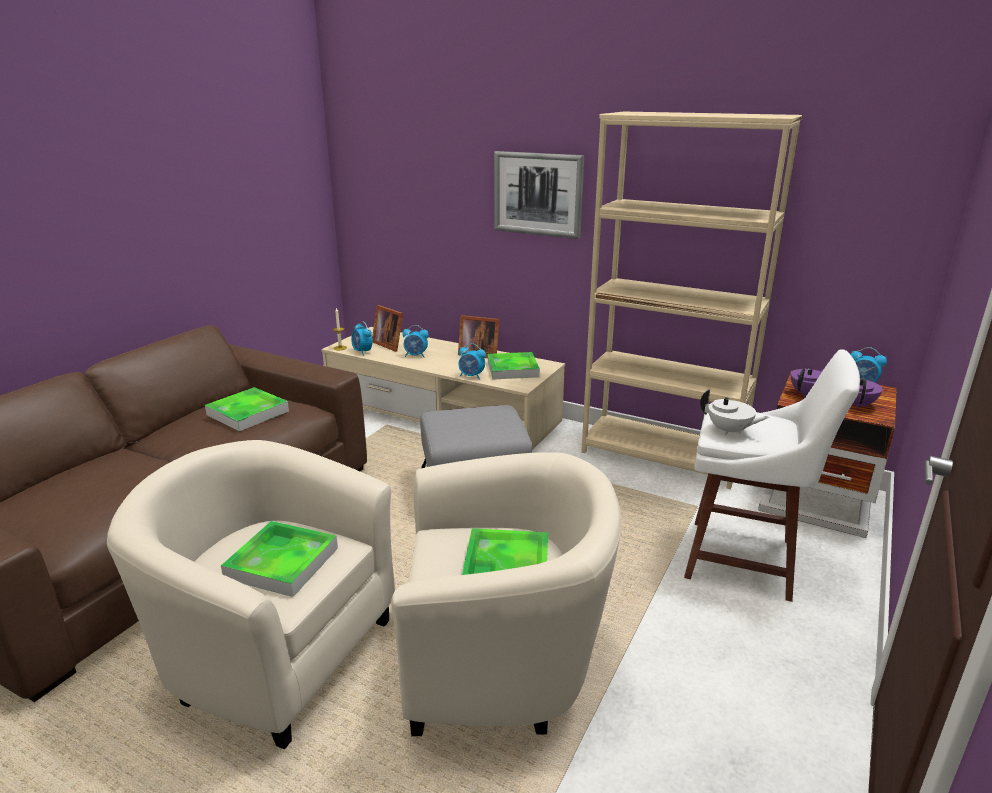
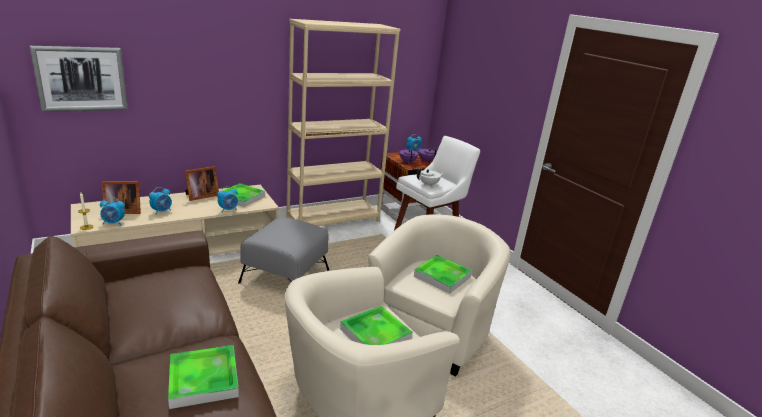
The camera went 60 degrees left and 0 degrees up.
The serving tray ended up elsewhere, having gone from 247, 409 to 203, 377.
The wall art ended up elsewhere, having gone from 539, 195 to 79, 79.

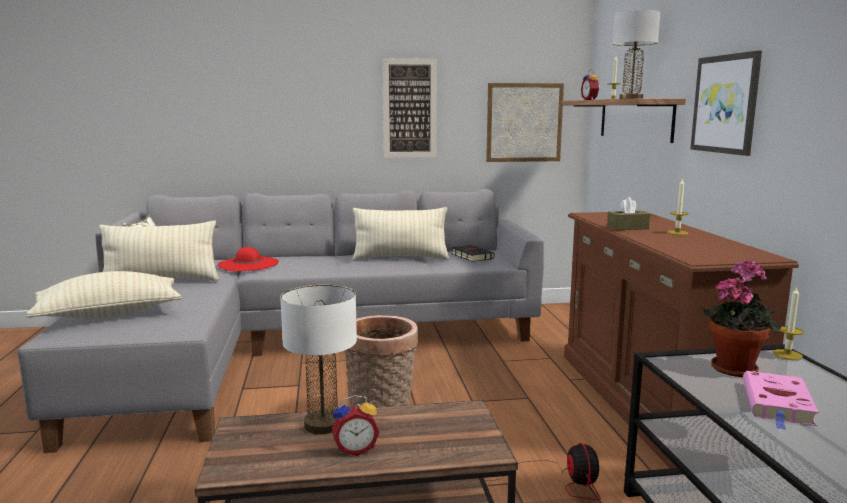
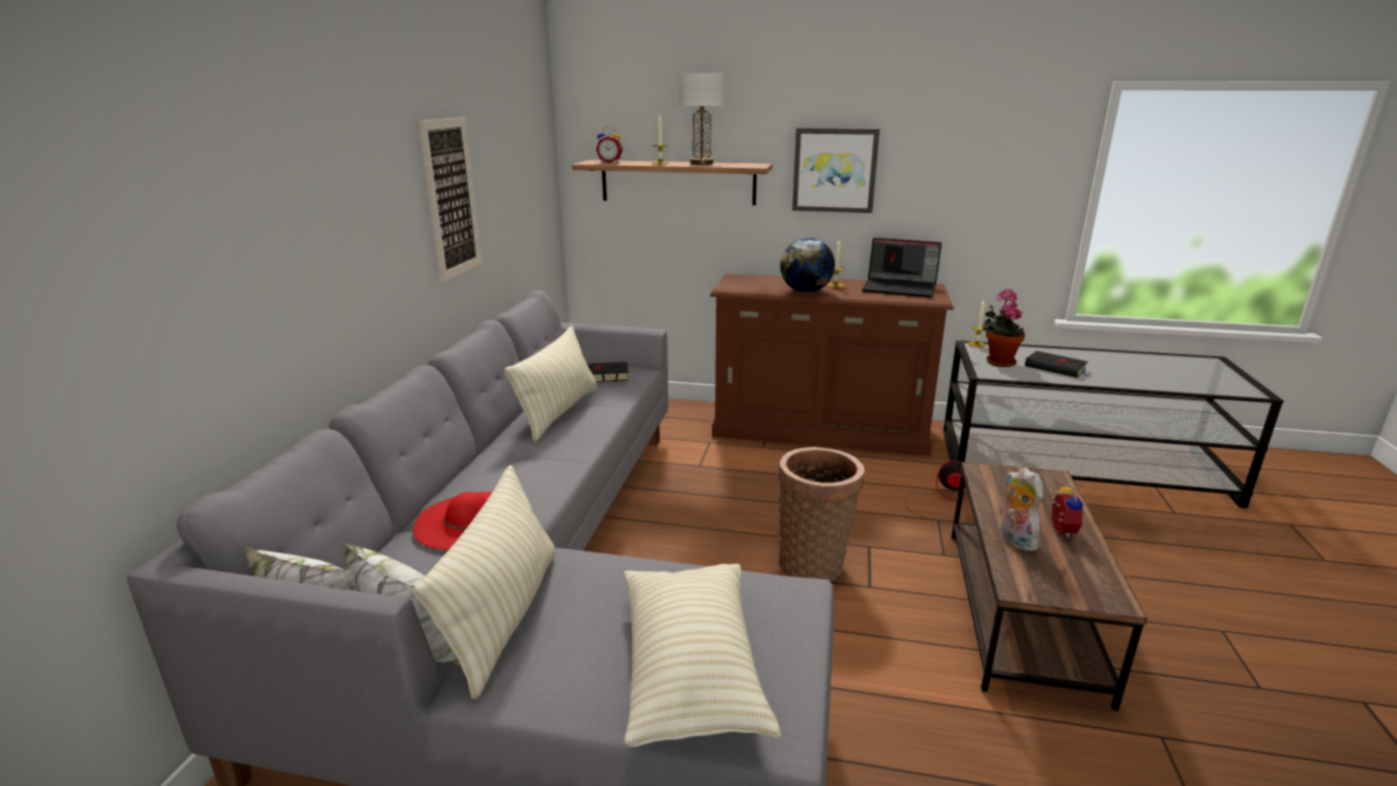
The camera went 70 degrees left and 10 degrees up.
The second view lost the wall art at 525, 121.
The second view gained the notebook computer at 902, 267.
Where the tabletop lamp stood at 318, 359, the cuddly toy came to stand at 1022, 509.
Where the tissue holder (brownish) stood at 628, 213, the globe came to stand at 807, 265.
What was the bound book (pinkish) at 781, 400 turned into the bound book (black) at 1058, 364.

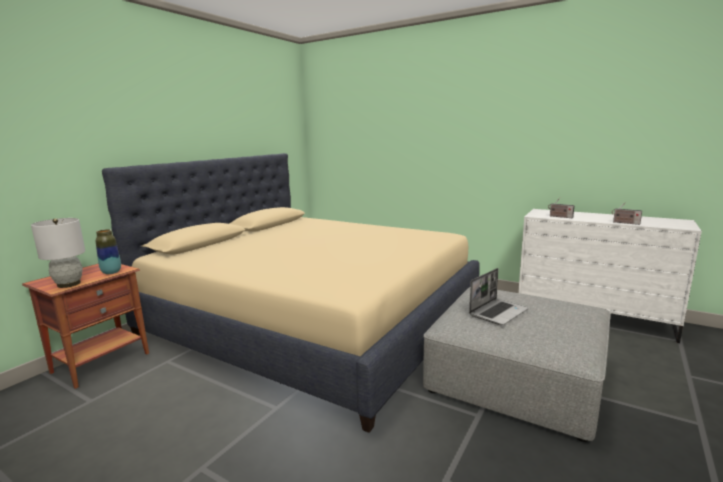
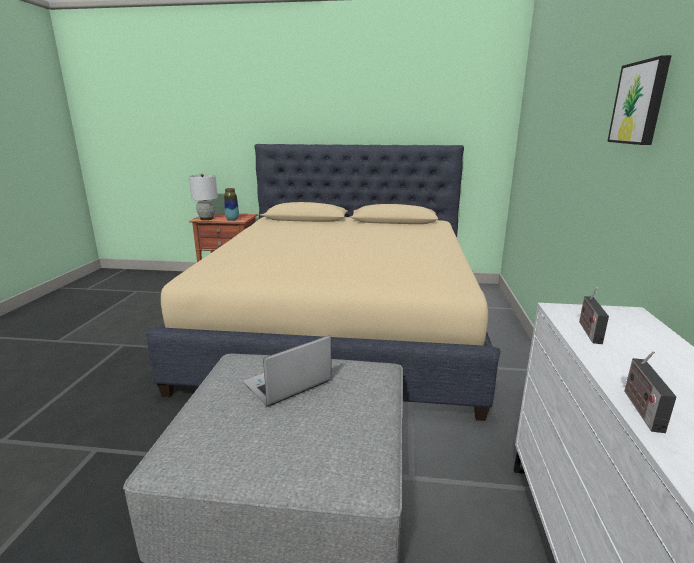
The camera went 65 degrees right and 5 degrees up.
The second view gained the wall art at 639, 100.
The notebook computer at 498, 296 ended up facing another way, 120 degrees clockwise from before.

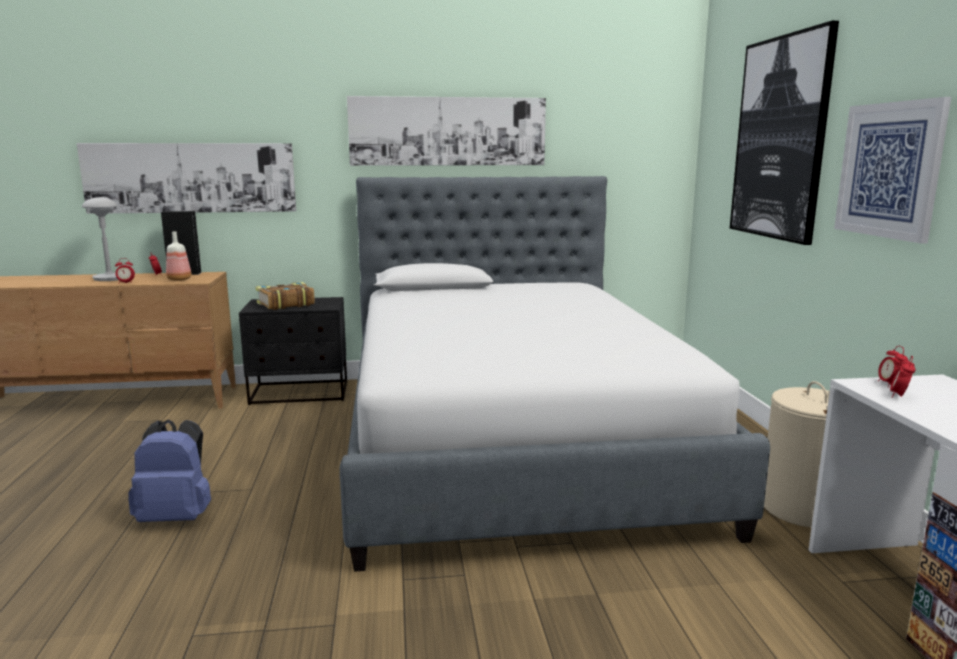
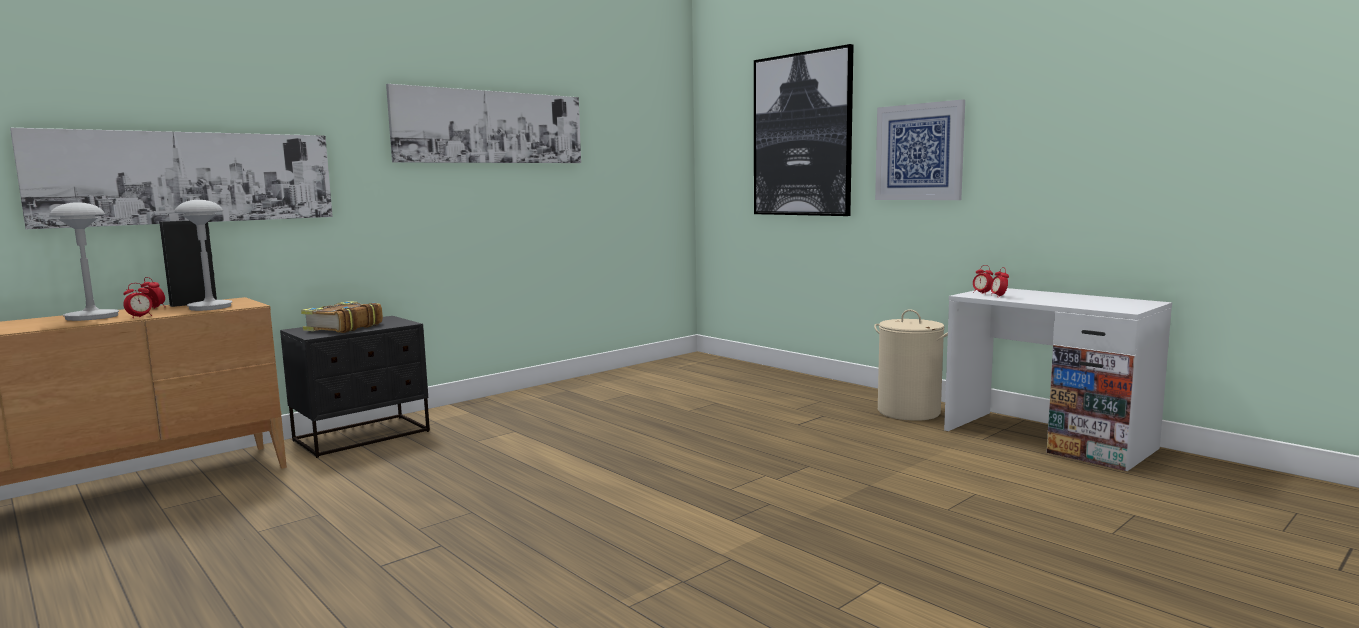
The camera went 35 degrees left and 5 degrees down.
The second view lost the knapsack (blue-coloured) at 169, 471.
The second view lost the sleeping bed at 555, 374.
Where the beverage bottle stood at 179, 256, the tabletop lamp (grey) came to stand at 203, 255.

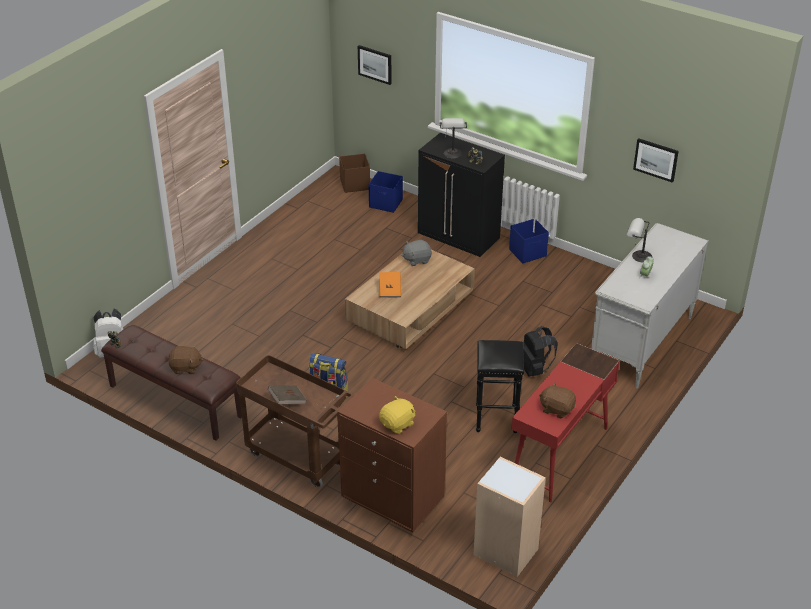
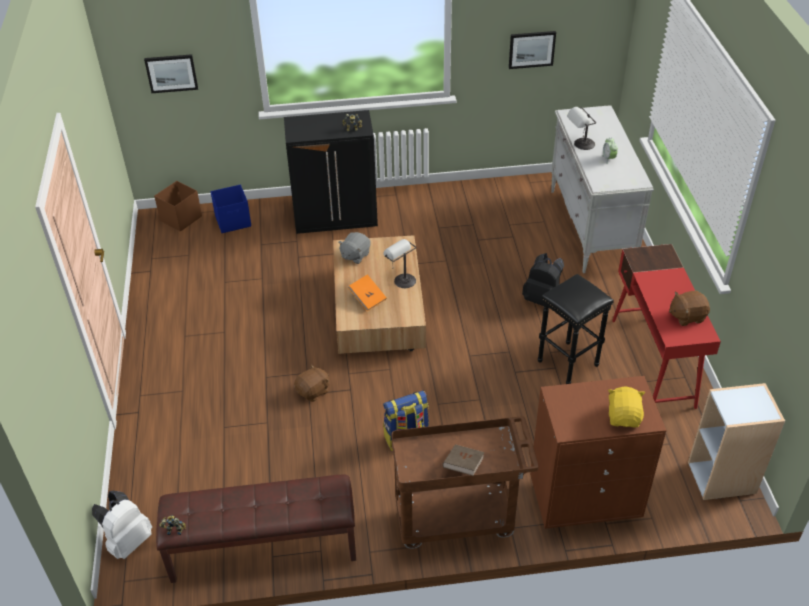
The camera went 40 degrees left and 5 degrees up.
The second view lost the storage box (blue-coloured) at 529, 241.
The cuddly toy (brownish) ended up elsewhere, having gone from 185, 359 to 312, 383.
The tabletop lamp ended up elsewhere, having gone from 453, 138 to 399, 263.

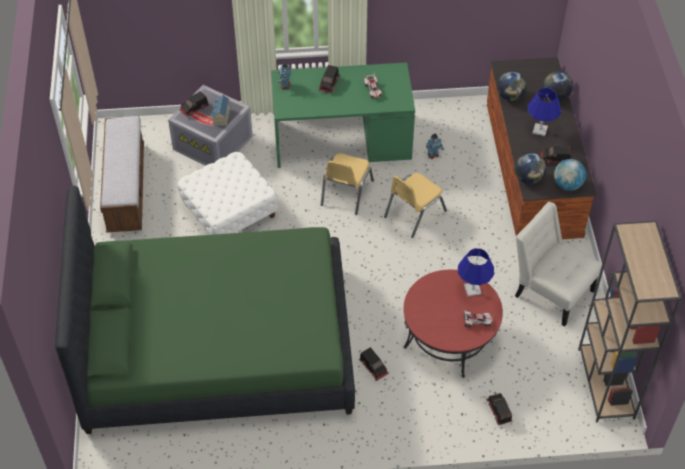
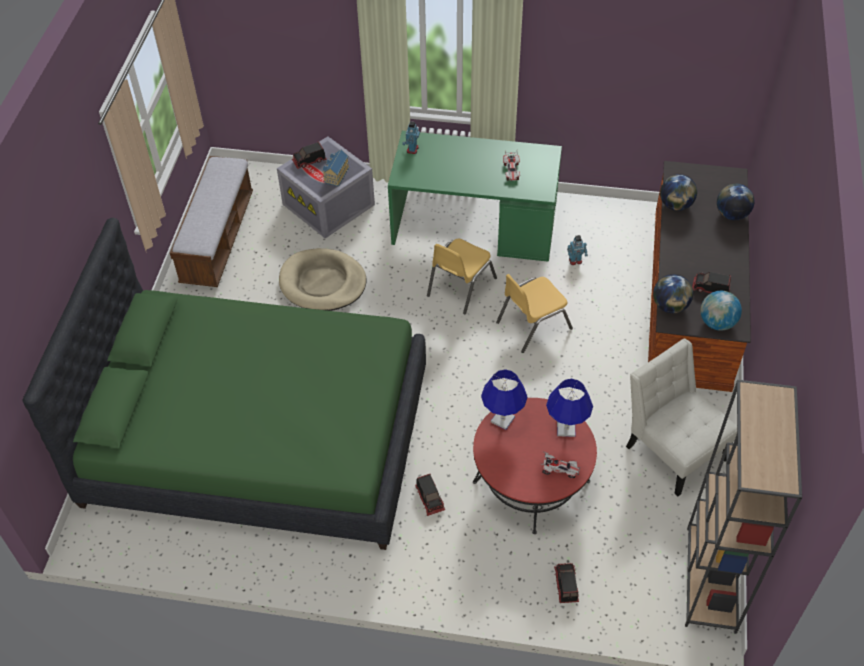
The camera went 15 degrees right and 0 degrees up.
The second view lost the toy truck at 329, 79.
The tabletop lamp (blue-coloured) ended up elsewhere, having gone from 544, 112 to 504, 399.
Where the ottoman (white-coloured) stood at 227, 193, the dog bed (beige) came to stand at 322, 279.

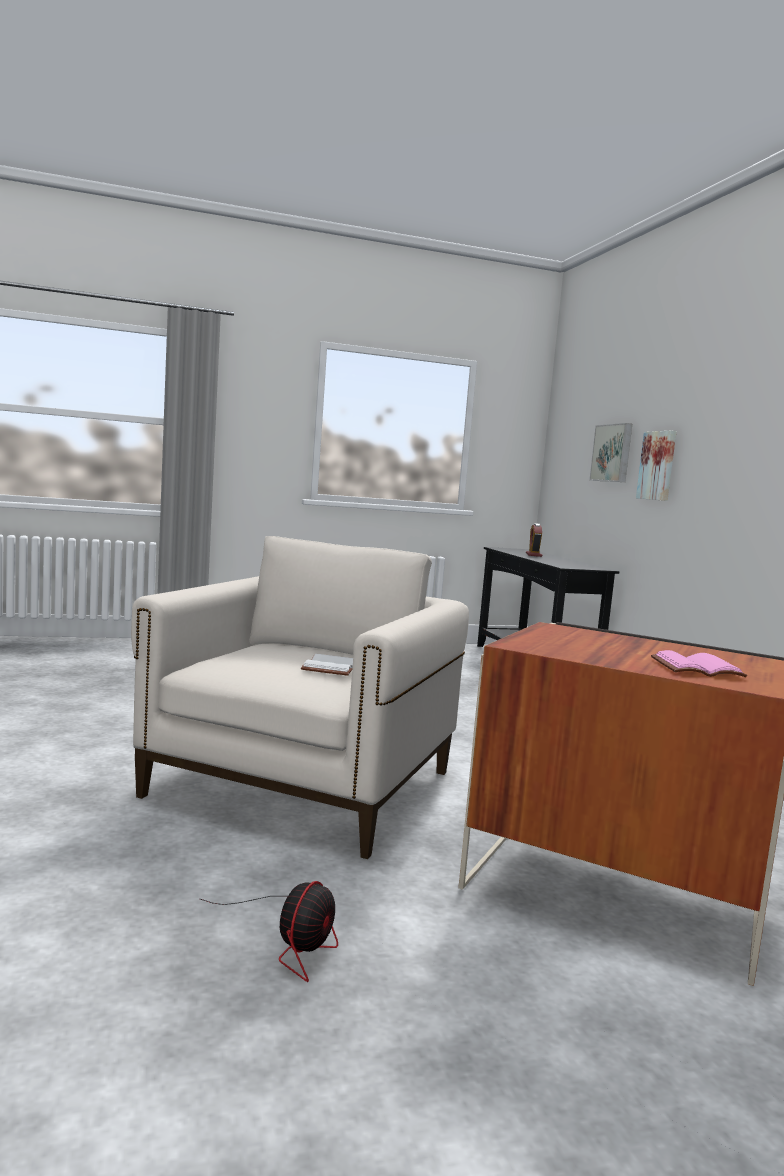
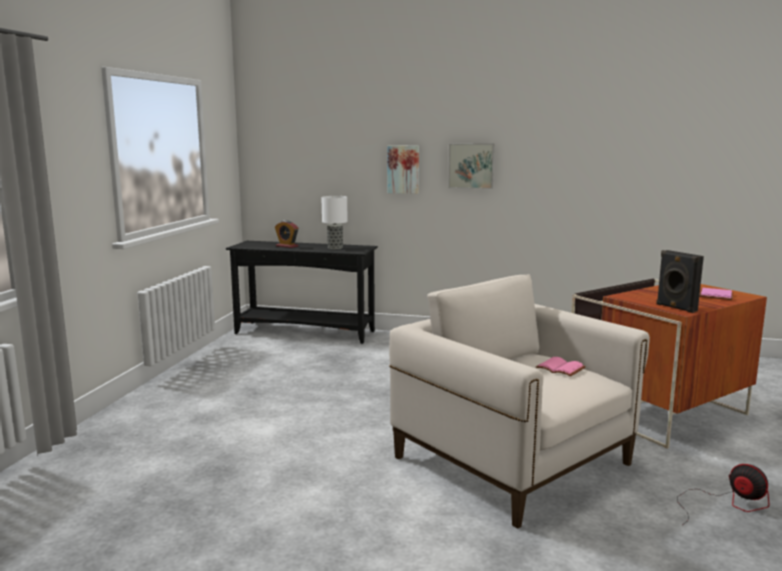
The camera went 60 degrees left and 5 degrees up.
The second view gained the tabletop lamp at 334, 222.
The second view gained the audio speaker (black) at 680, 281.
The wall art ended up elsewhere, having gone from 610, 452 to 471, 166.
What was the bound book (white-coloured) at 327, 665 turned into the bound book (pinkish) at 561, 366.

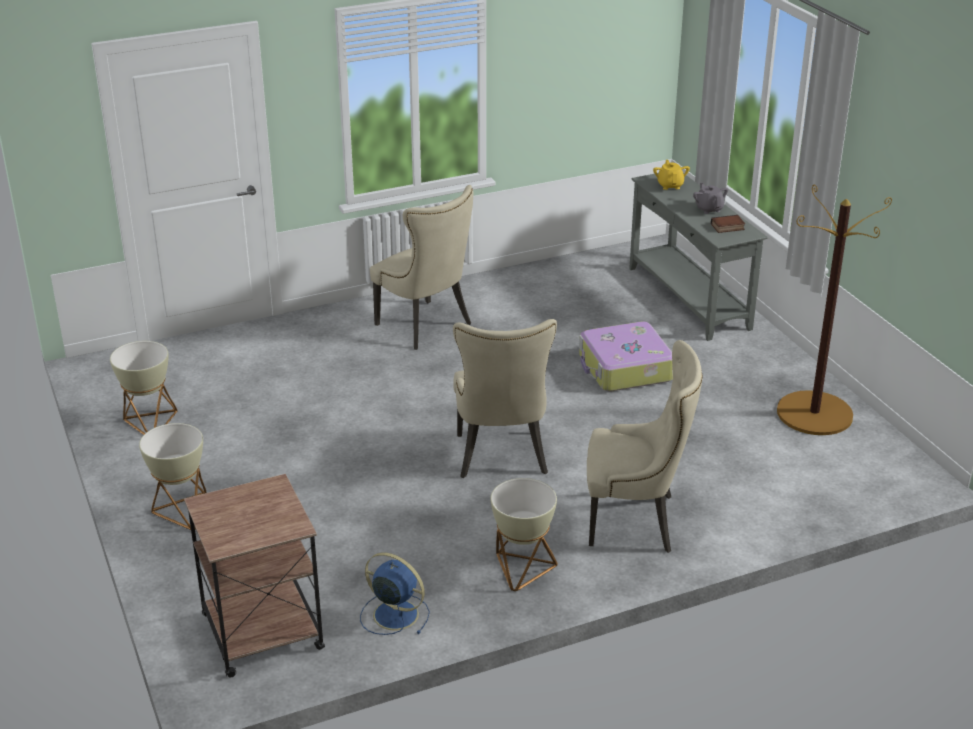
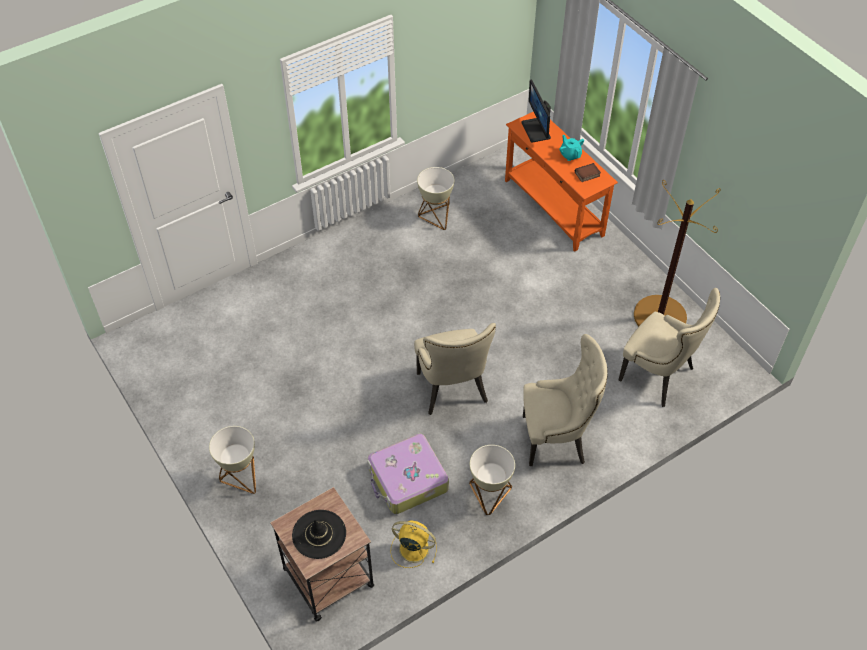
The camera went 10 degrees left and 20 degrees up.
The second view gained the hat (black) at 319, 534.
The planter ended up elsewhere, having gone from 143, 388 to 436, 198.
The upright chair (beige) ended up elsewhere, having gone from 421, 267 to 669, 347.
The piece of luggage ended up elsewhere, having gone from 626, 357 to 408, 474.
Where the teapot (yellowish) stood at 671, 175, the computer display came to stand at 536, 111.
What was the cooling fan (blue-coloured) at 395, 594 turned into the cooling fan (yellowish) at 414, 544.
What was the narrow table (grey) at 698, 257 turned into the narrow table (orangey) at 561, 181.
What was the teapot (grey) at 710, 198 turned into the teapot (turquoise) at 571, 148.

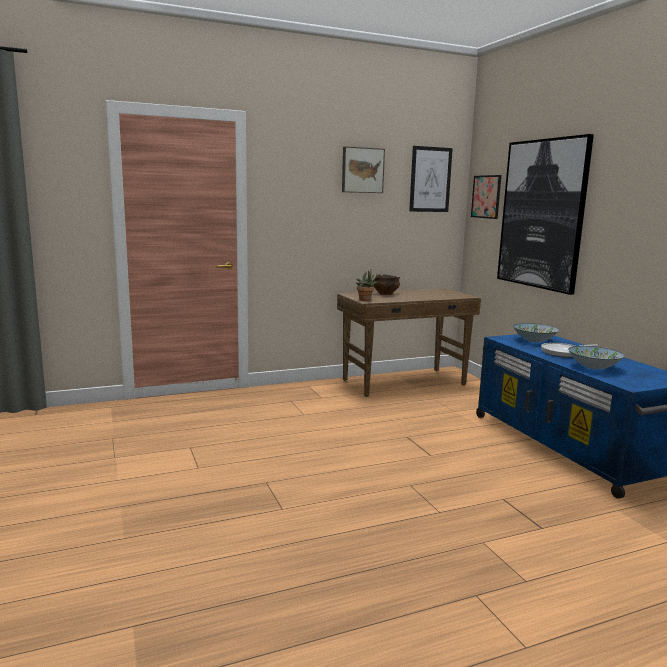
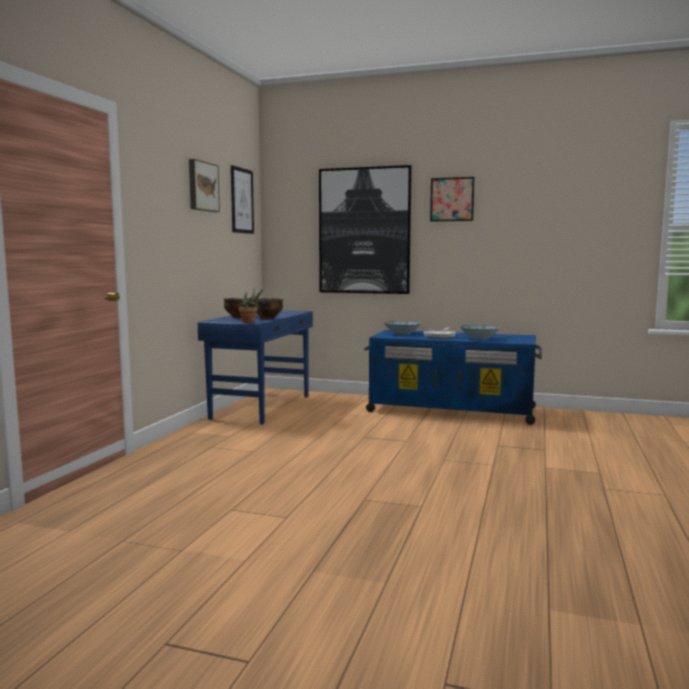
The camera went 50 degrees left and 5 degrees down.
The second view gained the serving bowl at 269, 308.
The wall art ended up elsewhere, having gone from 486, 197 to 452, 199.
What was the narrow table (brownish) at 409, 342 turned into the narrow table (blue-coloured) at 255, 367.

